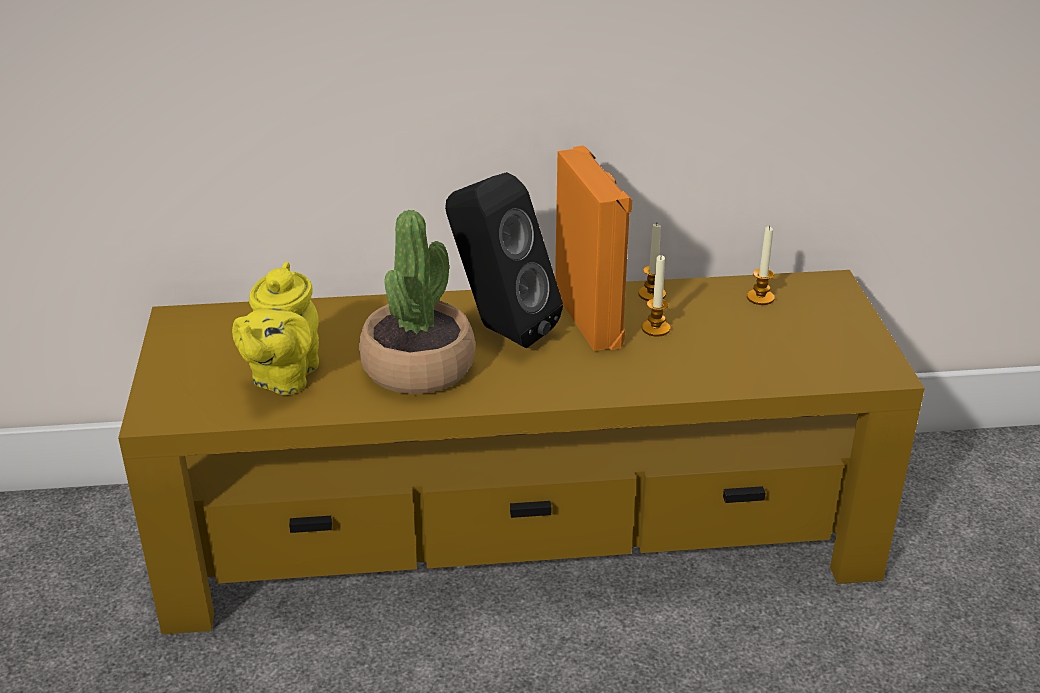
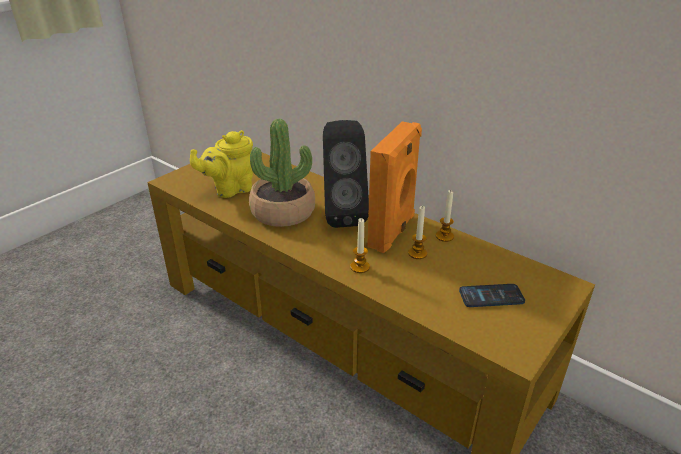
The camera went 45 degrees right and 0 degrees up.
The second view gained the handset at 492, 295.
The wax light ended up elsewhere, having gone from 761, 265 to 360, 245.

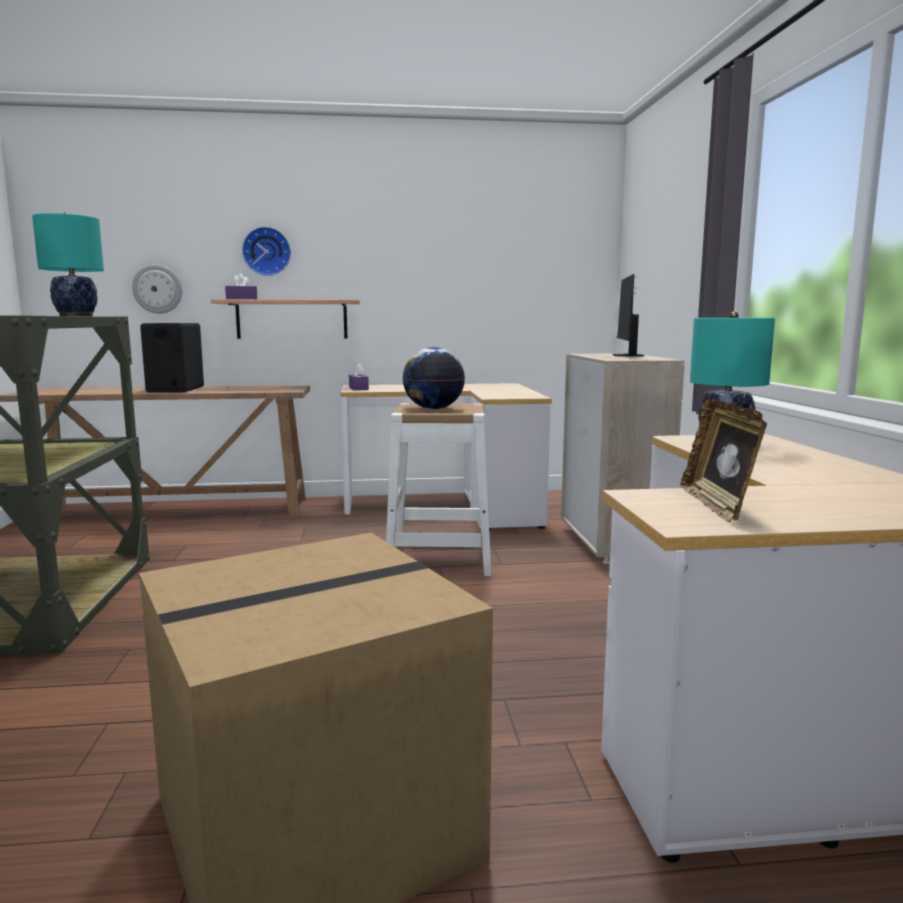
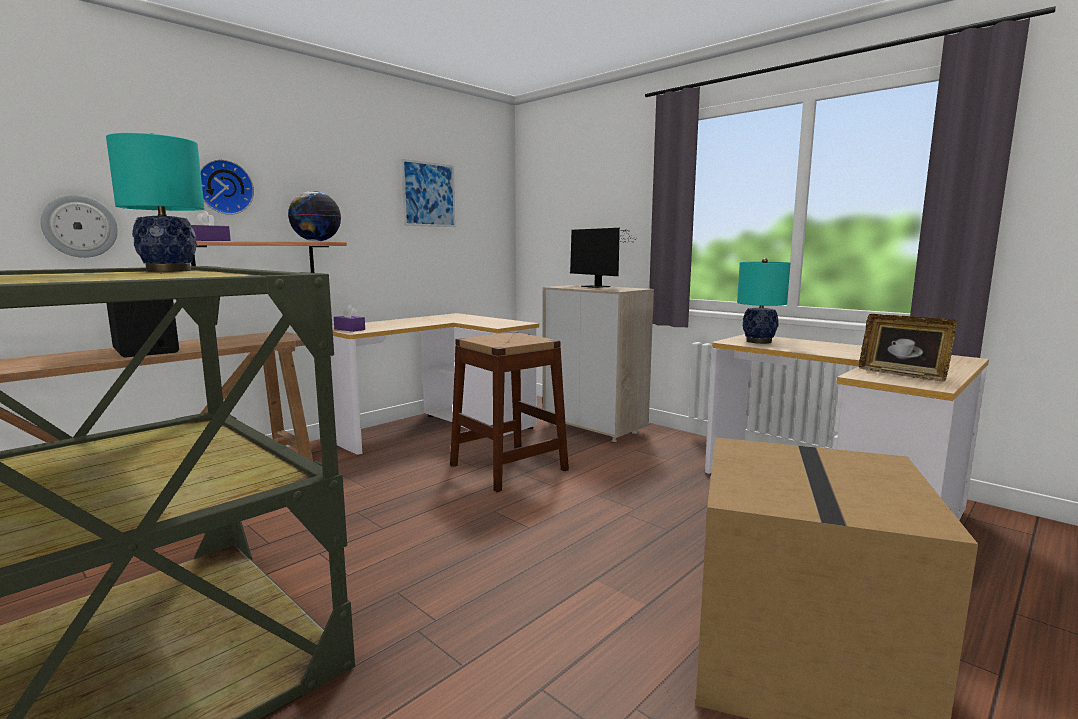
The camera went 40 degrees left and 0 degrees up.
The second view gained the wall art at 428, 193.
The globe ended up elsewhere, having gone from 433, 378 to 314, 216.
What was the stool seat (white-coloured) at 439, 489 turned into the stool seat (brownish) at 509, 412.

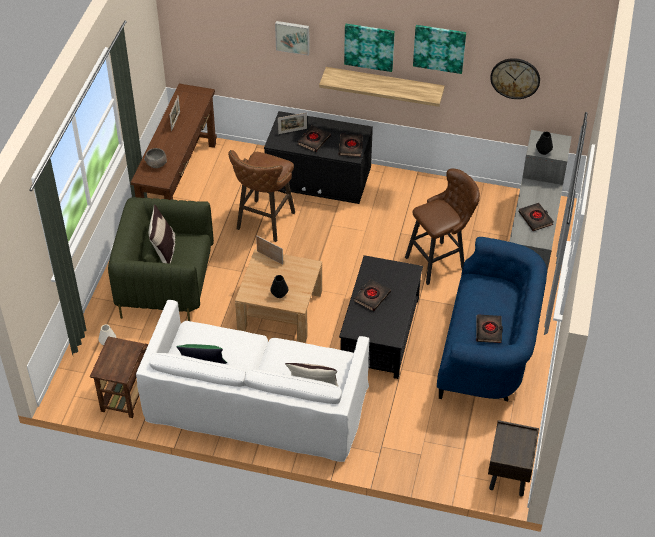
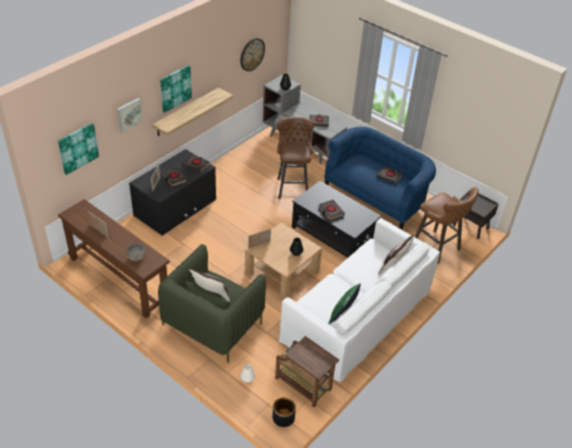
The camera went 65 degrees left and 5 degrees down.
The second view gained the planter (black) at 284, 412.
The stool seat (brownish) ended up elsewhere, having gone from 261, 196 to 447, 225.
The wall art ended up elsewhere, having gone from 439, 49 to 78, 149.

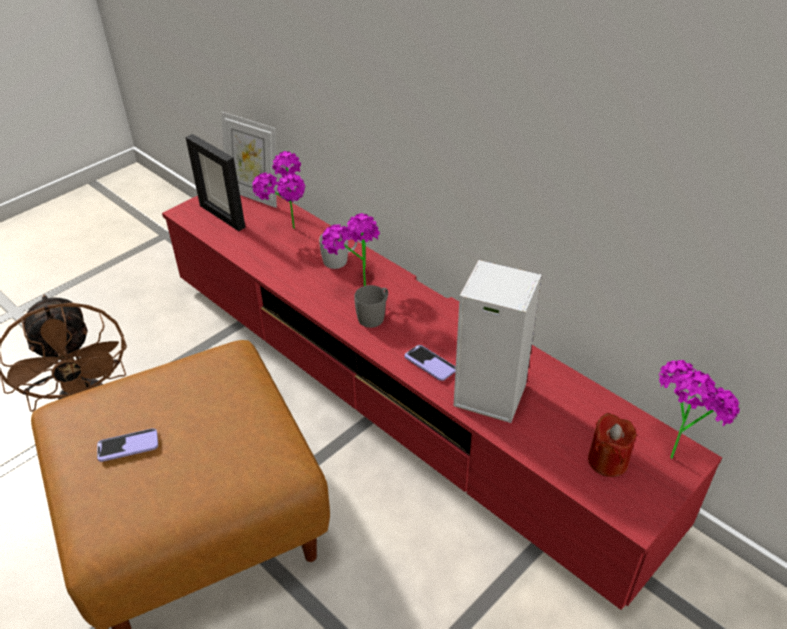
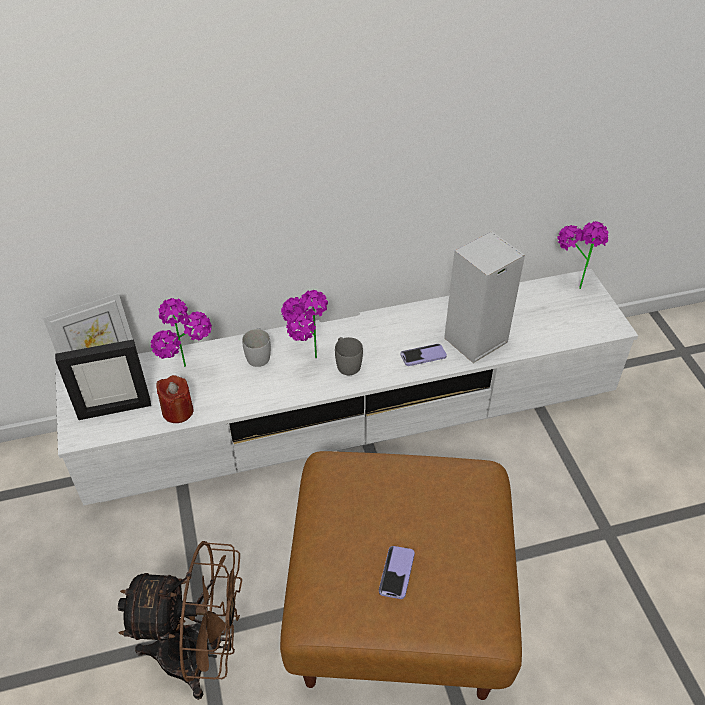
The camera went 60 degrees left and 5 degrees up.
The wax light (red) ended up elsewhere, having gone from 612, 445 to 174, 399.
What was the tv stand (red) at 442, 402 turned into the tv stand (white-coloured) at 346, 387.

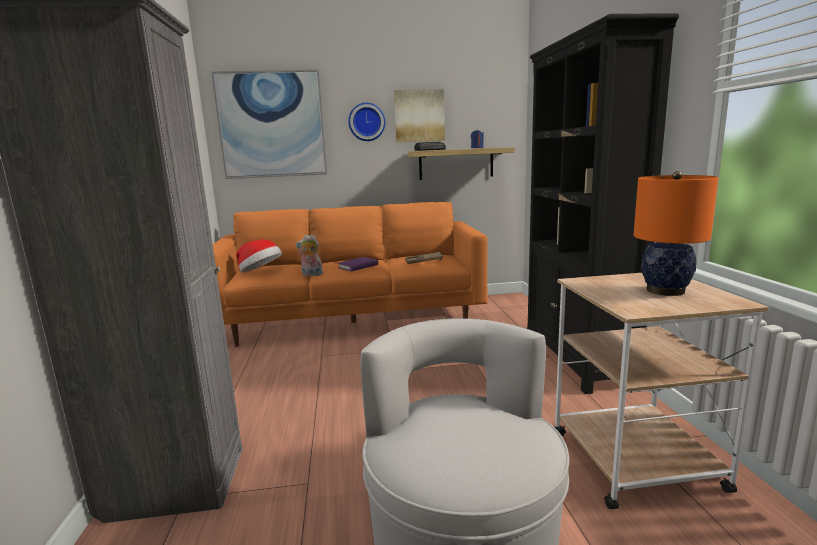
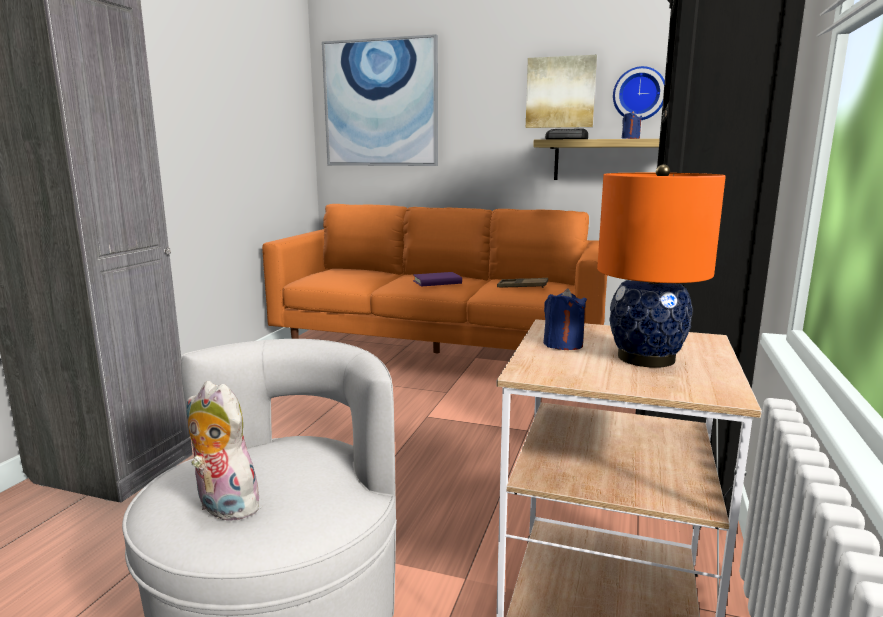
The camera went 25 degrees right and 0 degrees up.
The second view lost the hat at 259, 255.
The second view gained the wax light (blue-coloured) at 565, 319.
The cuddly toy ended up elsewhere, having gone from 309, 255 to 226, 451.
The wall clock ended up elsewhere, having gone from 366, 122 to 639, 93.

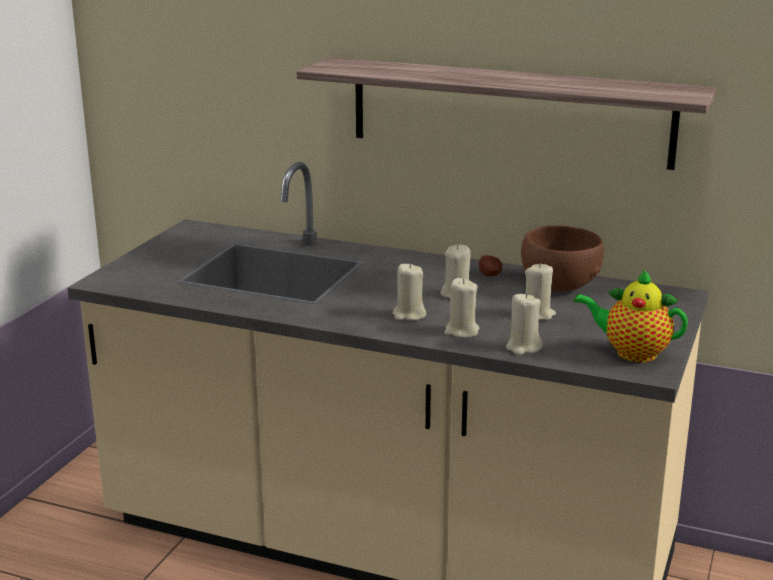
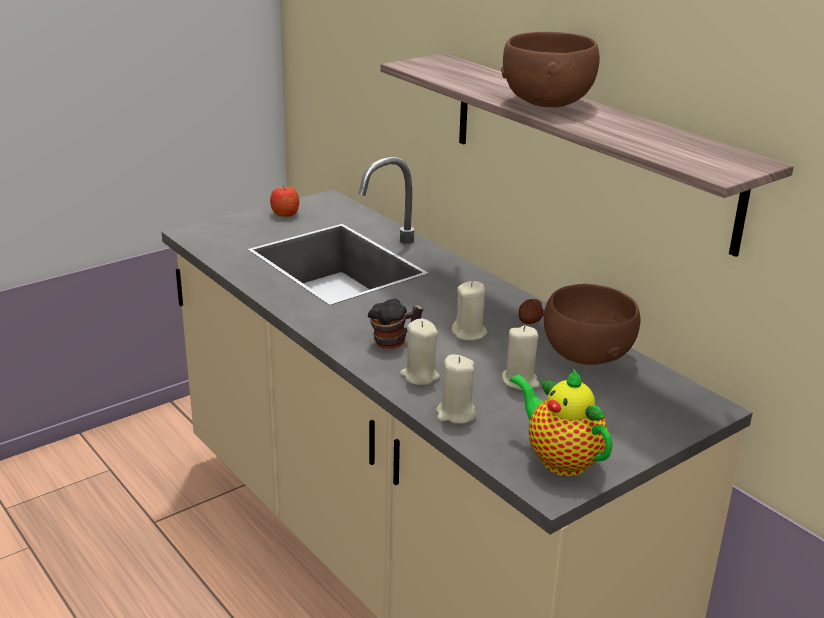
The camera went 30 degrees right and 5 degrees up.
The second view gained the whole apple at 284, 201.
The second view gained the serving bowl (brownish) at 550, 69.
Where the wax light (beige) stood at 409, 292, the tea mug came to stand at 395, 324.

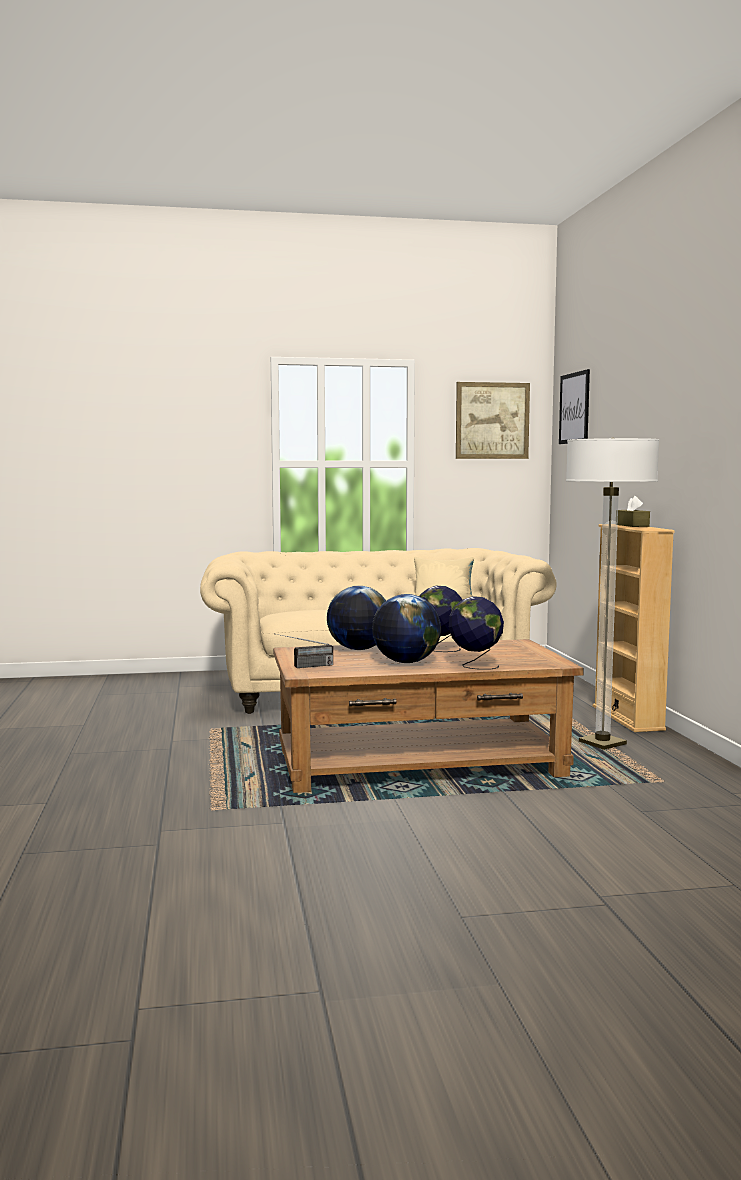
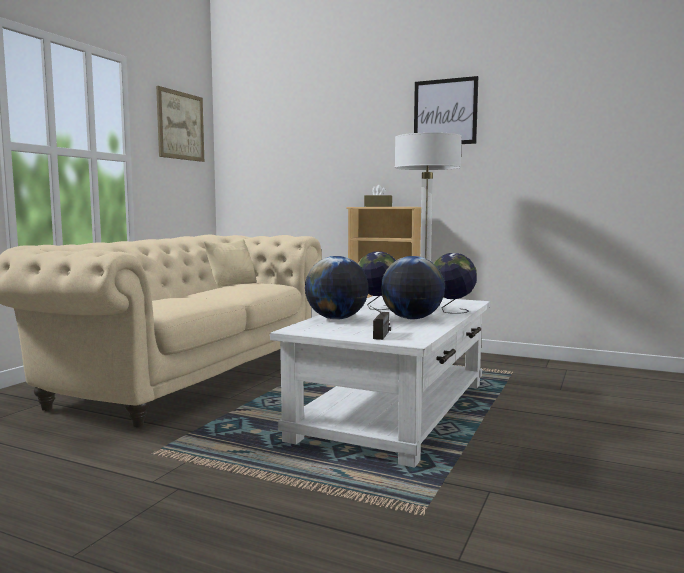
The camera went 55 degrees left and 0 degrees up.
The wall art ended up elsewhere, having gone from 574, 406 to 446, 110.
What was the lounge table (brownish) at 428, 716 turned into the lounge table (white-coloured) at 380, 382.

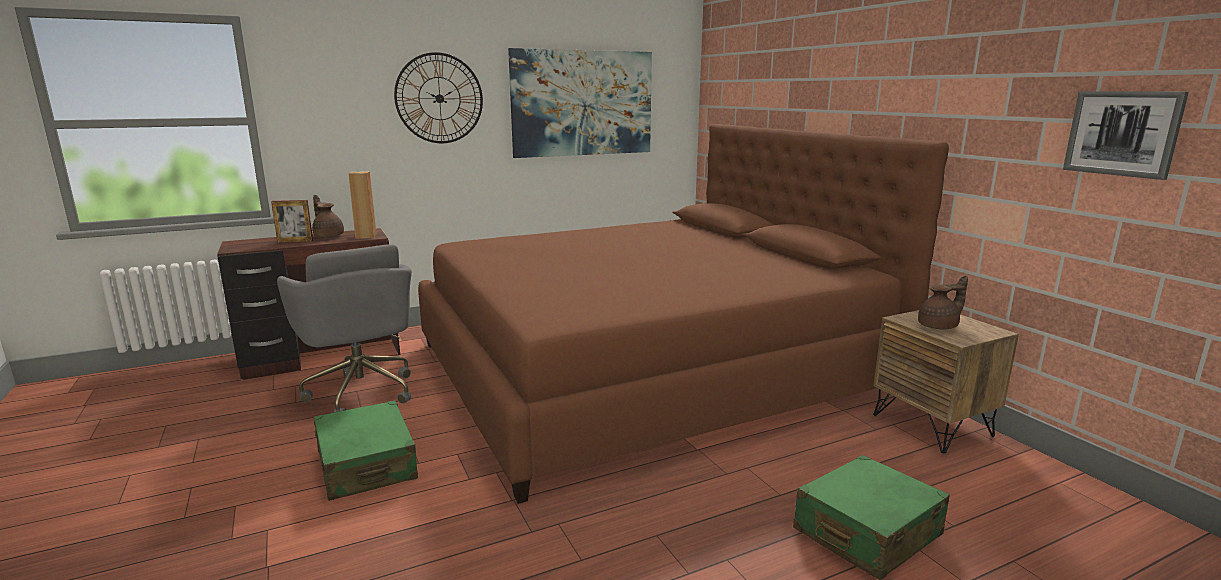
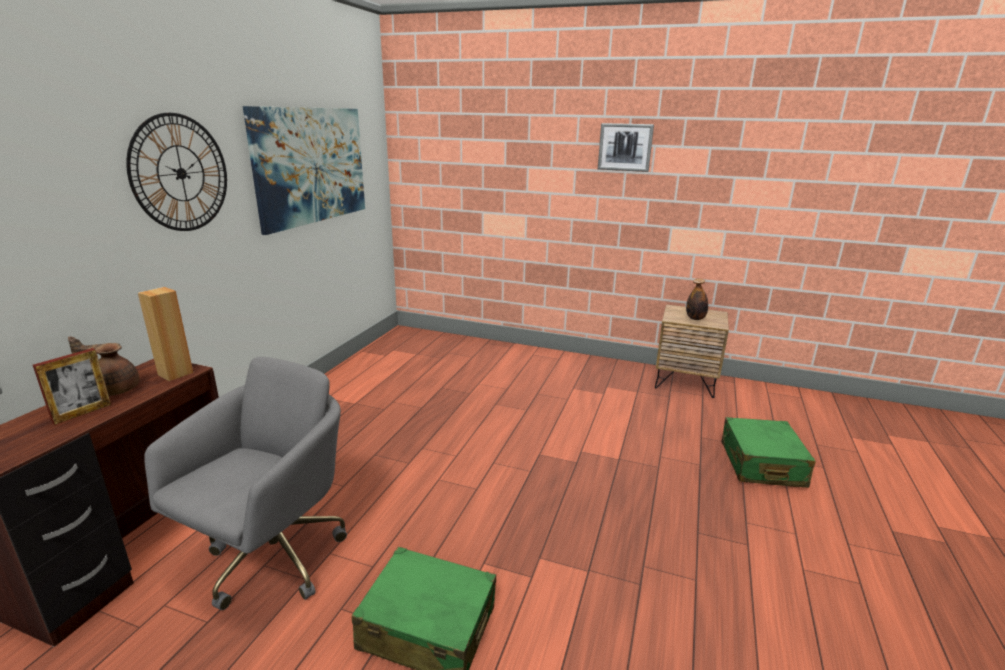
The camera went 45 degrees left and 5 degrees up.
The second view lost the sleeping bed (brownish) at 683, 314.
The wall art ended up elsewhere, having gone from 1126, 135 to 626, 147.
Where the teapot (brownish) stood at 943, 302, the beverage bottle came to stand at 697, 299.
The office chair (grey) at 344, 328 ended up facing another way, 75 degrees counterclockwise from before.

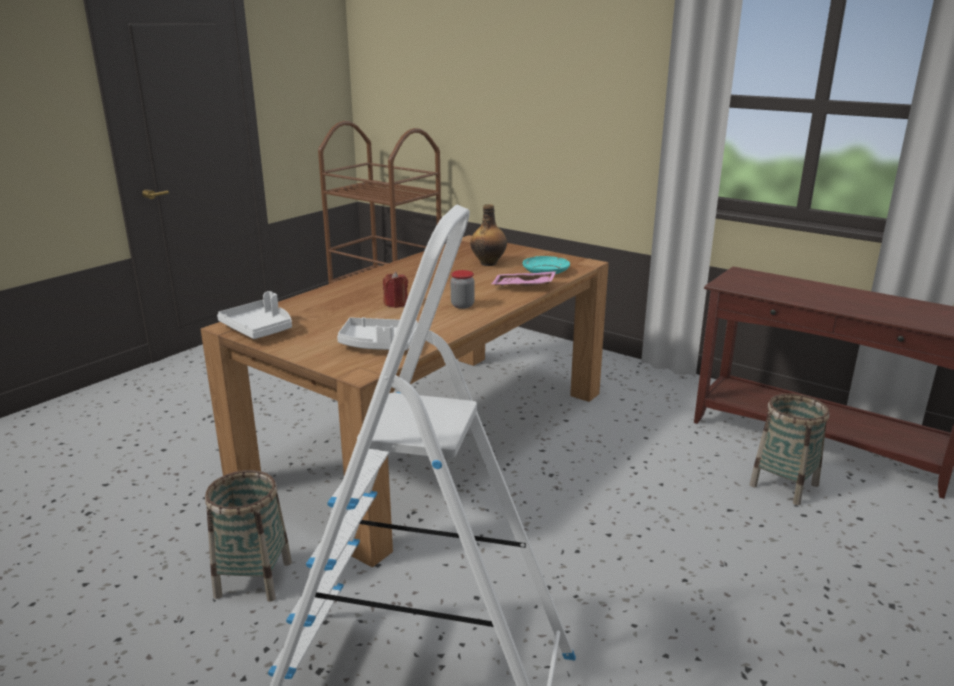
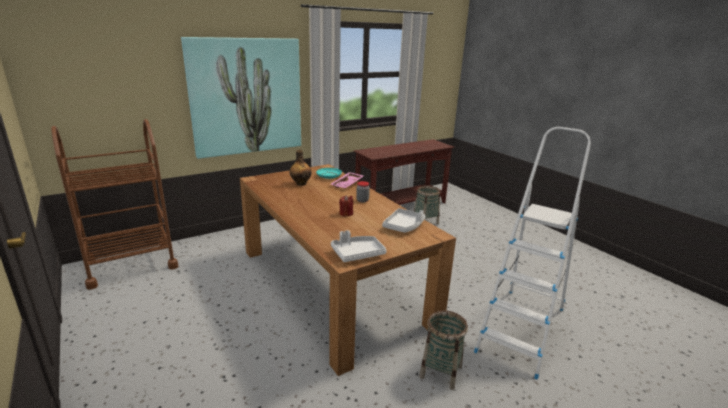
The camera went 70 degrees left and 0 degrees up.
The second view gained the wall art at 241, 98.

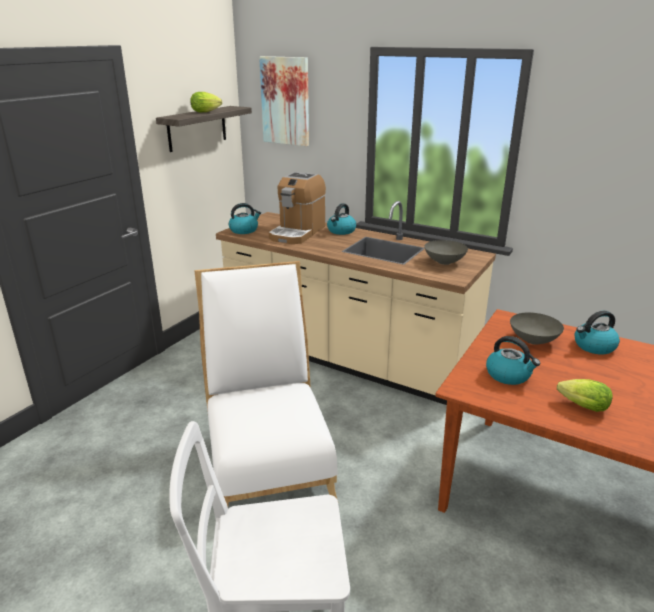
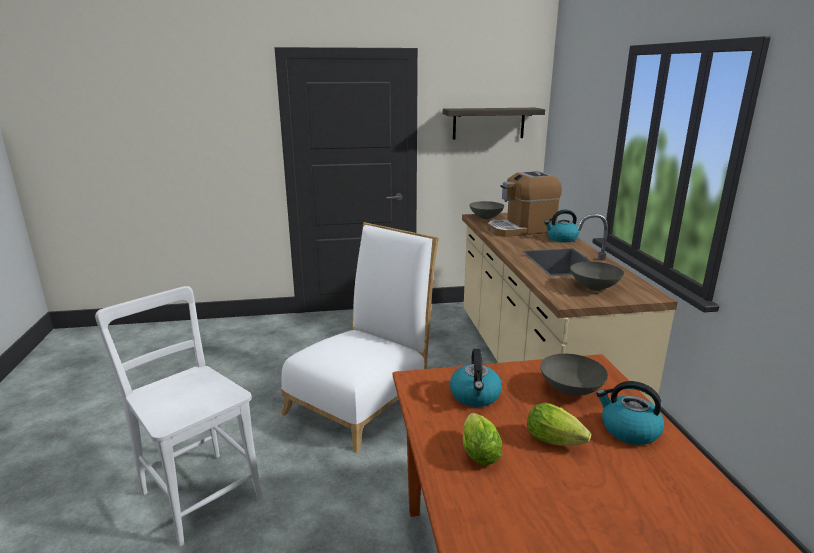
The camera went 50 degrees right and 5 degrees down.
The second view lost the wall art at 284, 101.
The head of lettuce ended up elsewhere, having gone from 206, 102 to 559, 424.
Where the kettle stood at 245, 218, the serving bowl (grey) came to stand at 486, 210.

